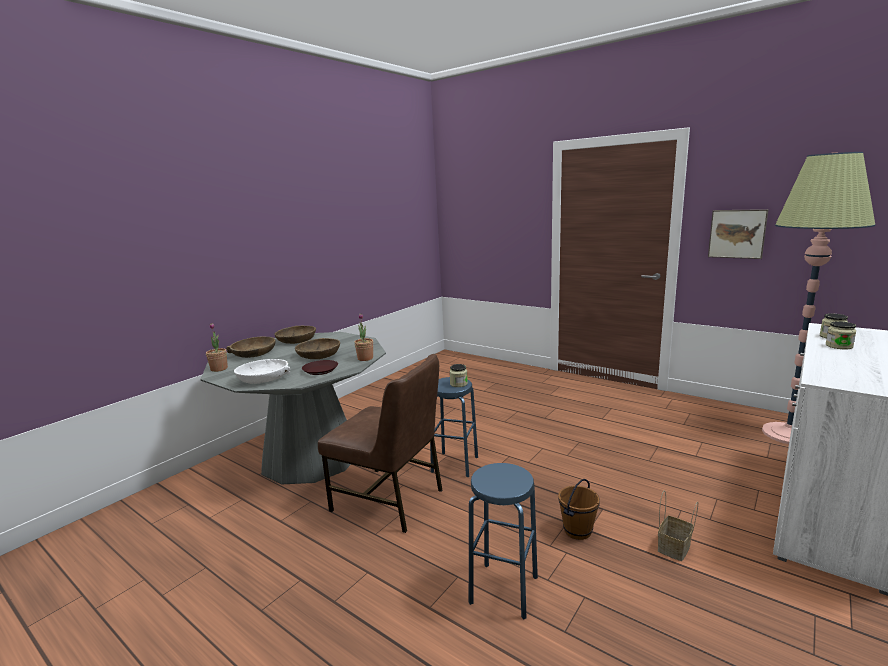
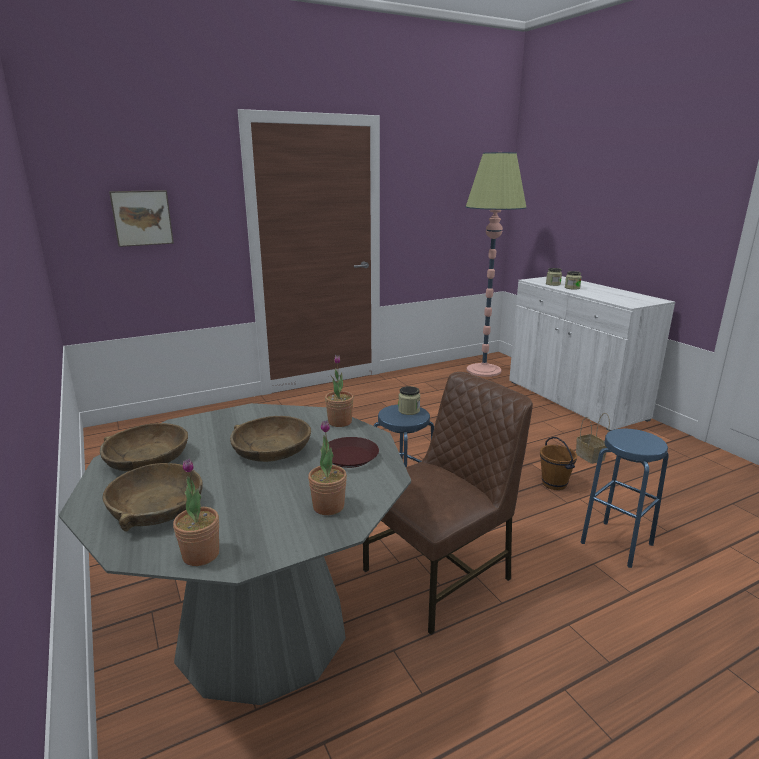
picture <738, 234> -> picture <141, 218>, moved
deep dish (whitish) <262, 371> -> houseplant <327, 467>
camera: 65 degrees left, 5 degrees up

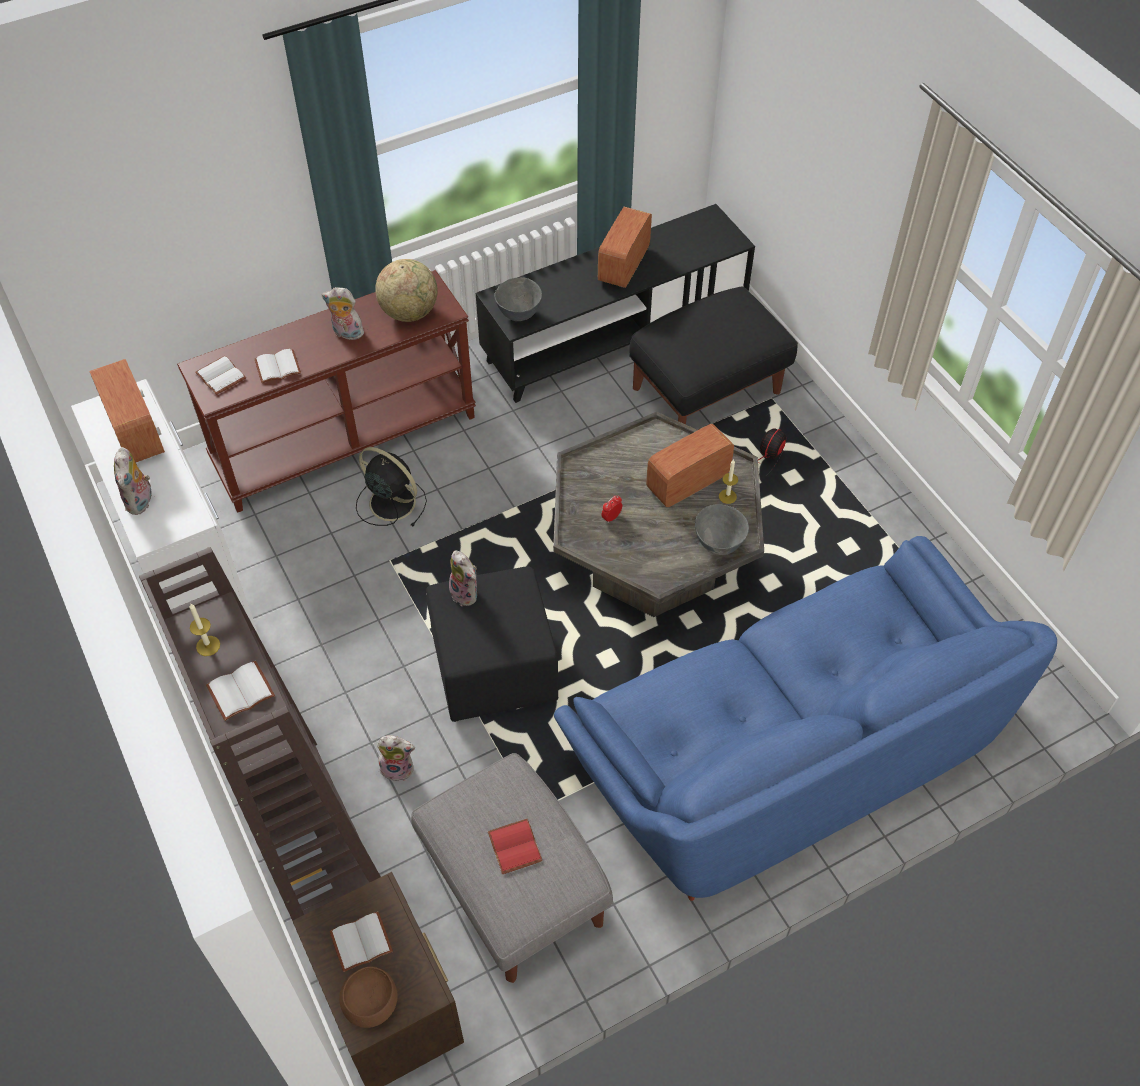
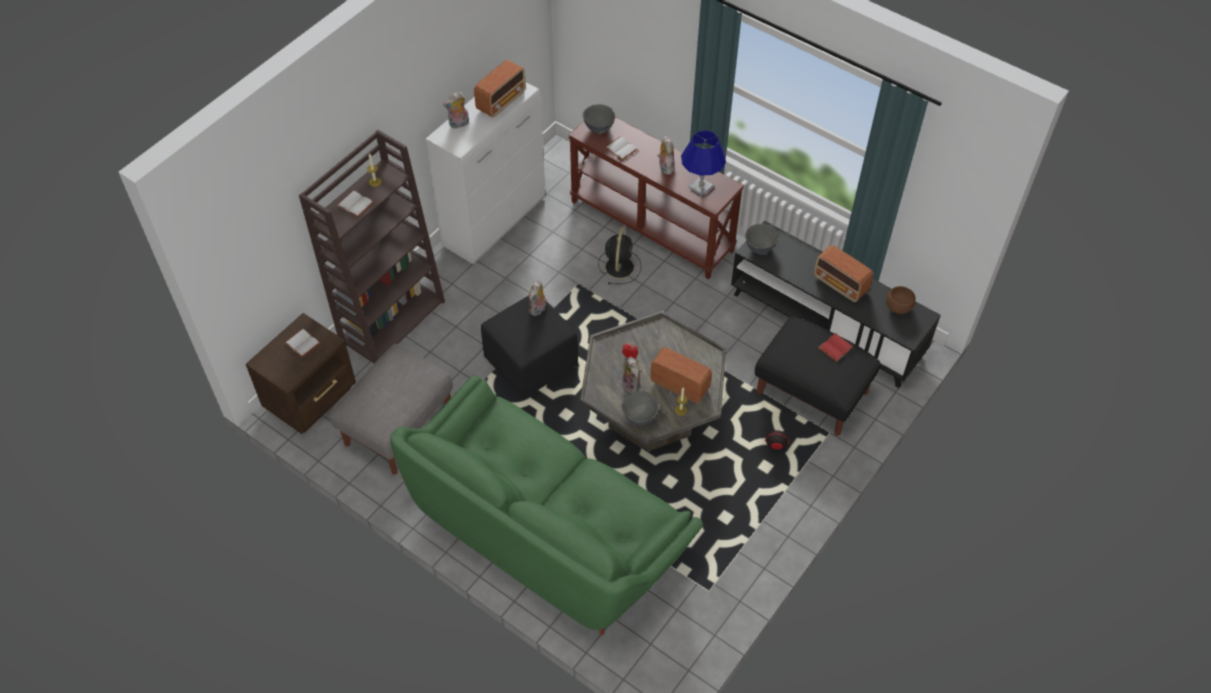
settee (bluish) <805, 718> -> settee (green) <546, 506>
book (whitish) <220, 375> -> deep dish (greyish) <599, 118>
plush toy <396, 758> -> plush toy <632, 374>, moved
globe <406, 290> -> lamp for a table (bluish) <703, 163>
radio receiver <625, 247> -> radio receiver <843, 273>, 135 degrees counterclockwise
book (red) <515, 846> -> book (red) <835, 347>, moved
deep dish (brownish) <368, 997> -> deep dish (brownish) <901, 300>, moved
camera: 65 degrees right, 0 degrees up

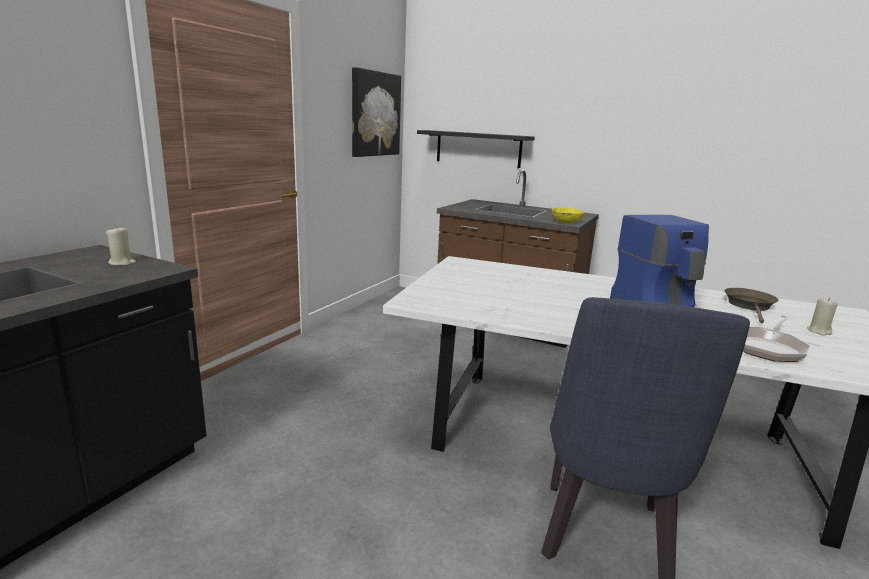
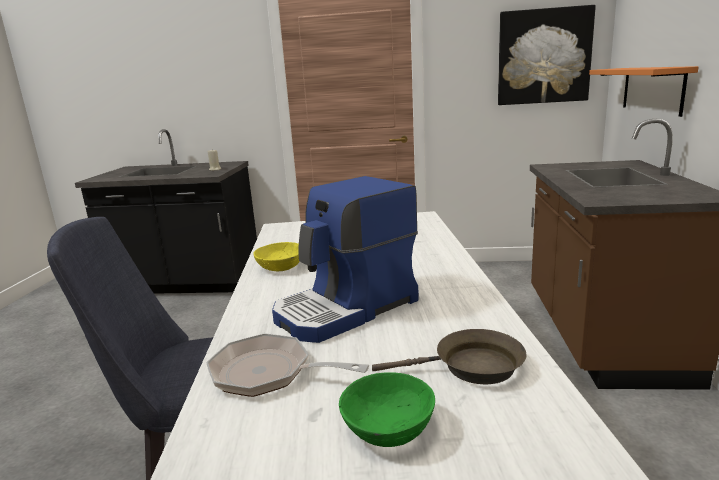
deep dish (yellowish) <568, 215> -> deep dish (yellowish) <276, 256>, moved
candle (beige-coloured) <822, 317> -> deep dish (green) <387, 409>
bracket shelf (black) <476, 149> -> bracket shelf (orangey) <644, 91>
camera: 70 degrees right, 0 degrees up

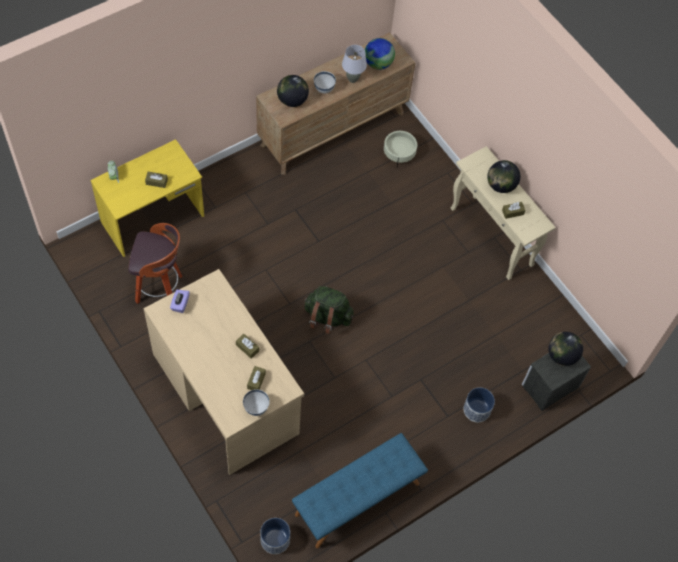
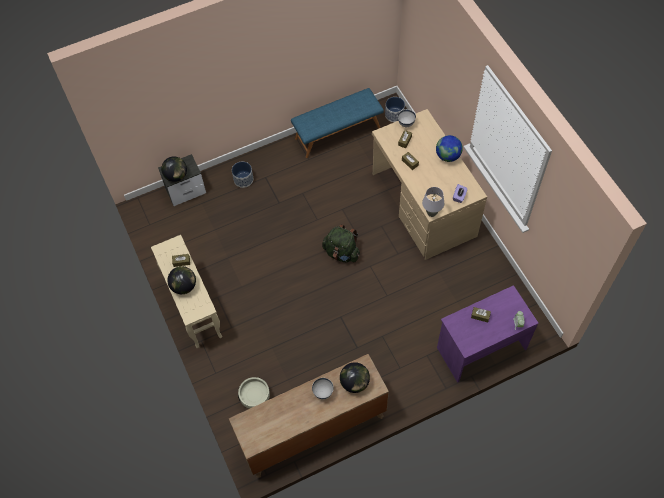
lamp for a table (greyish) <354, 64> -> lamp for a table (greyish) <433, 202>, moved
globe <380, 54> -> globe <449, 148>, moved
desk unit (yellowish) <147, 198> -> desk unit (purple) <487, 334>
sitting stool <155, 263> -> none
camera: 165 degrees left, 0 degrees up

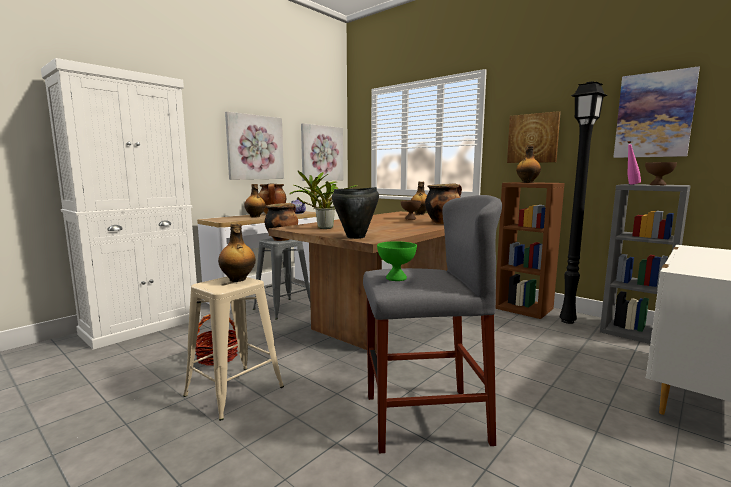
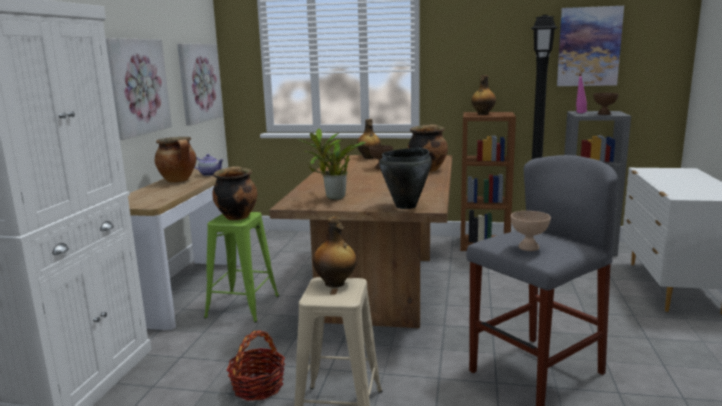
sitting stool (greyish) <281, 279> -> sitting stool (green) <241, 267>
deep dish (green) <397, 261> -> deep dish (beige-coloured) <531, 231>
beverage bottle <255, 201> -> none
picture <534, 137> -> none
camera: 30 degrees left, 5 degrees up

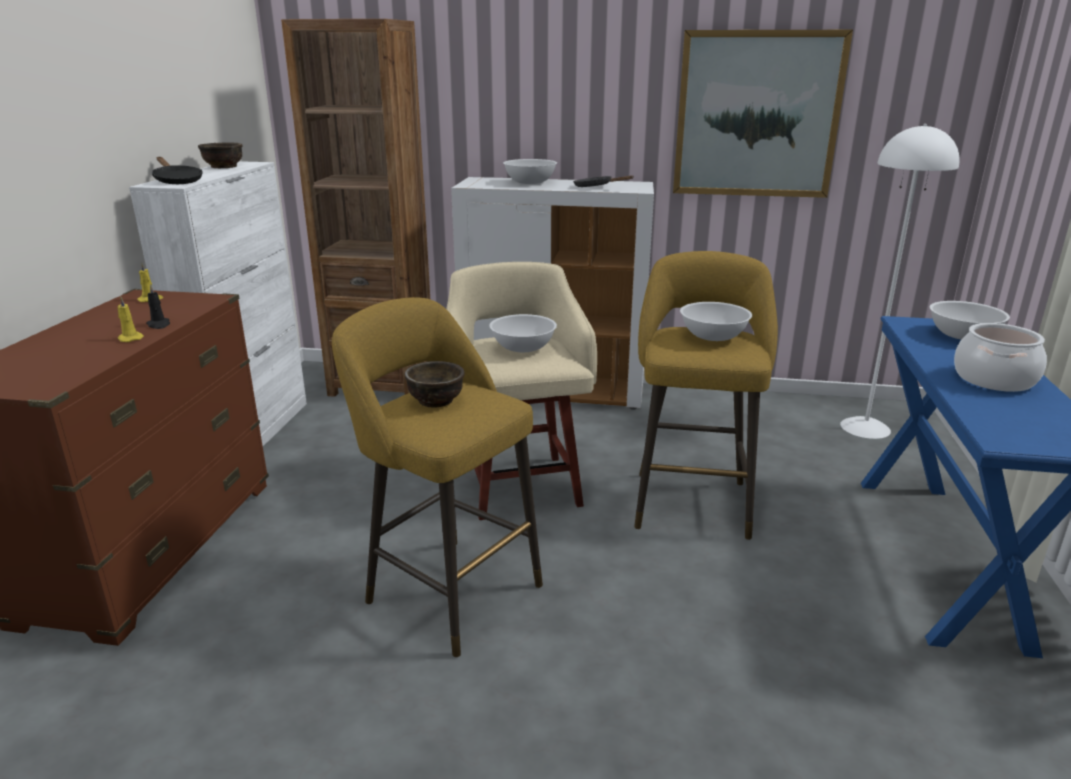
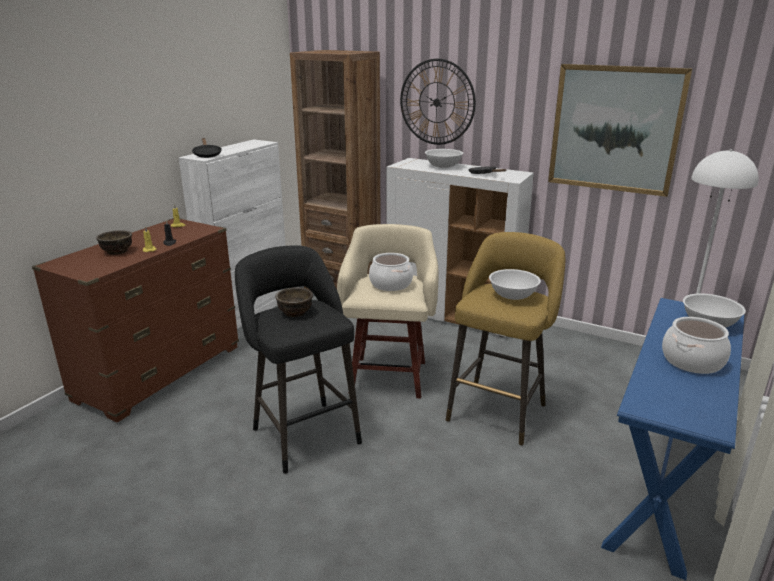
deep dish (brownish) <220, 155> -> deep dish (brownish) <114, 242>, moved
sitting stool (yellowish) <437, 477> -> sitting stool (black) <298, 359>
deep dish (whitish) <523, 333> -> stockpot <391, 272>
none -> clock on the wall <438, 102>
camera: 20 degrees right, 0 degrees up

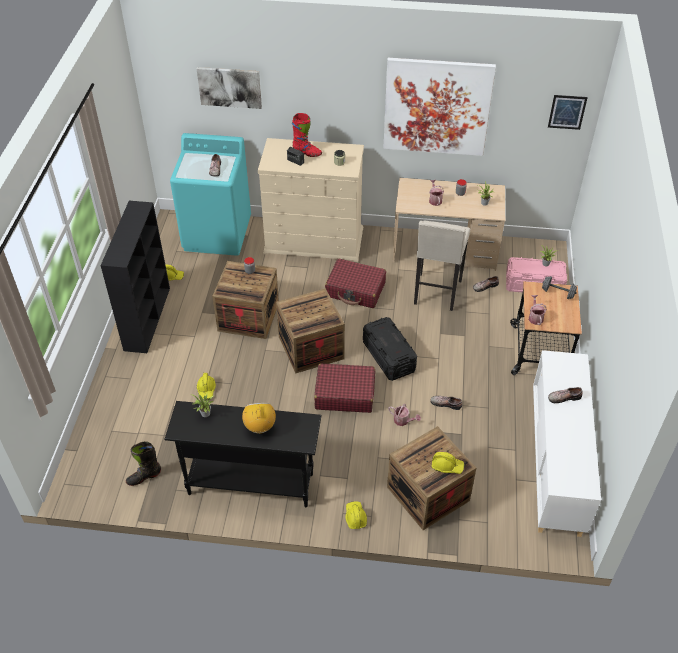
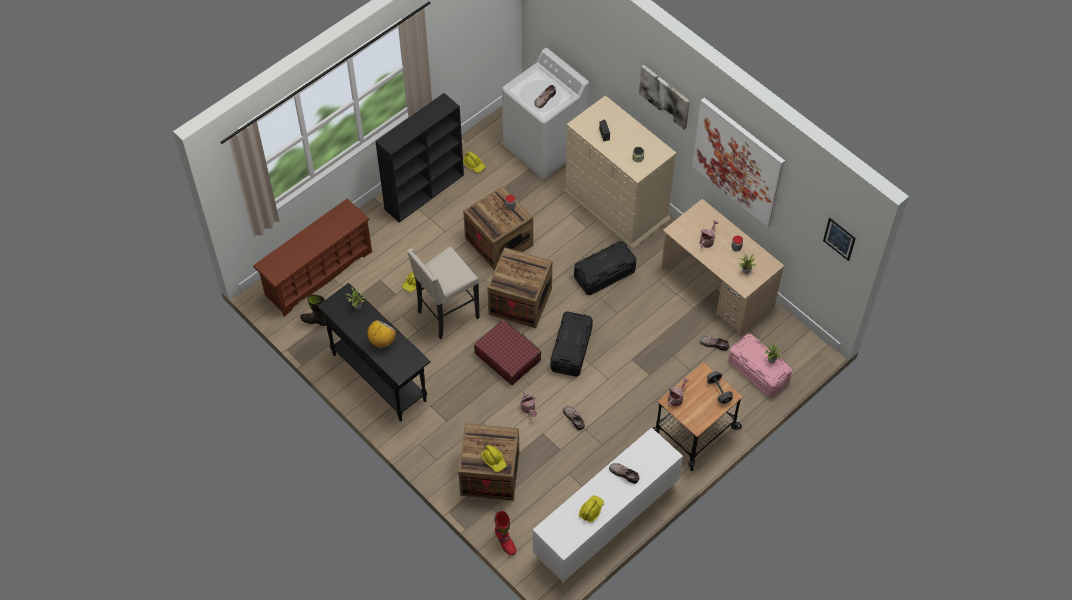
none -> shoe rack (brownish) <312, 258>
sitting stool (beige-coloured) <442, 266> -> sitting stool (beige-coloured) <443, 292>, moved
tall boot (red) <307, 135> -> tall boot (red) <505, 533>, moved
laundry machine (turquoise) <210, 194> -> laundry machine (whitish) <545, 113>
piece of luggage (red) <355, 283> -> storage bin (black) <605, 268>
hard hat (yellowish) <356, 515> -> hard hat (yellowish) <591, 509>, moved
picture <229, 88> -> picture <664, 97>, moved
camera: 40 degrees right, 10 degrees up

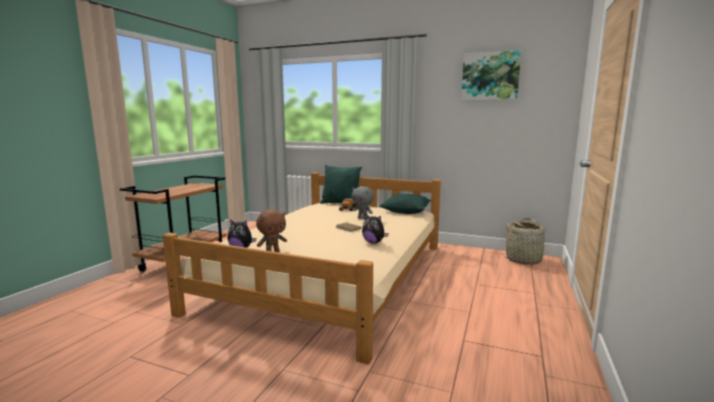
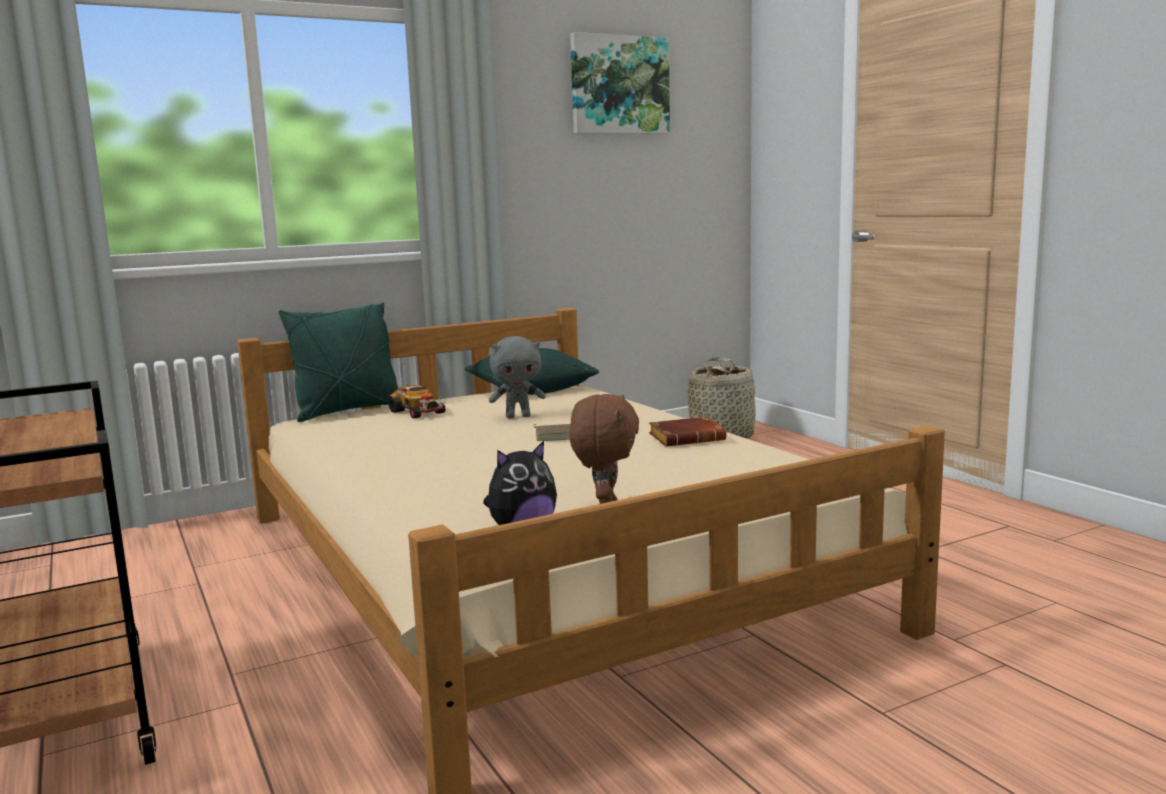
plush toy <375, 228> -> book (brownish) <687, 432>
camera: 50 degrees left, 0 degrees up

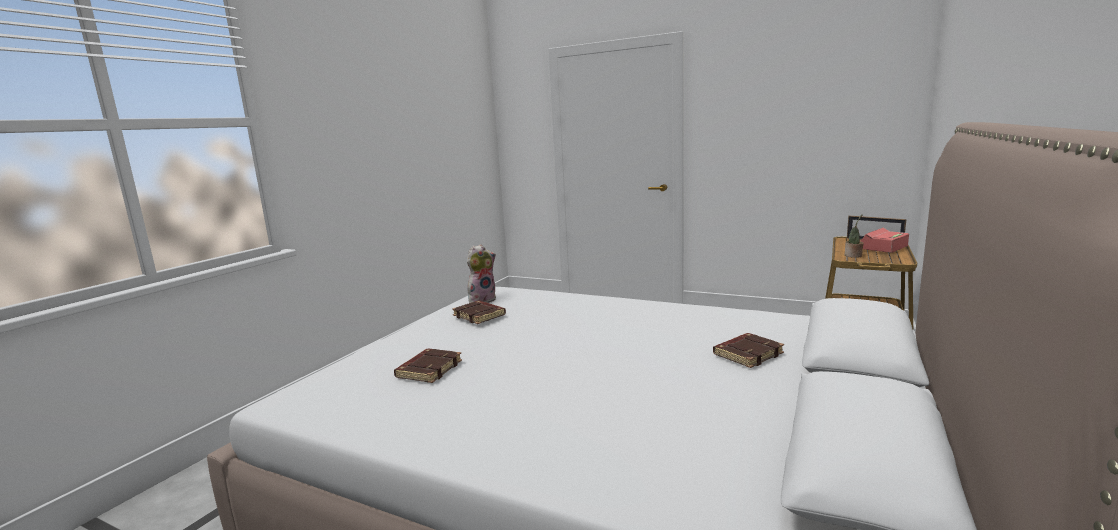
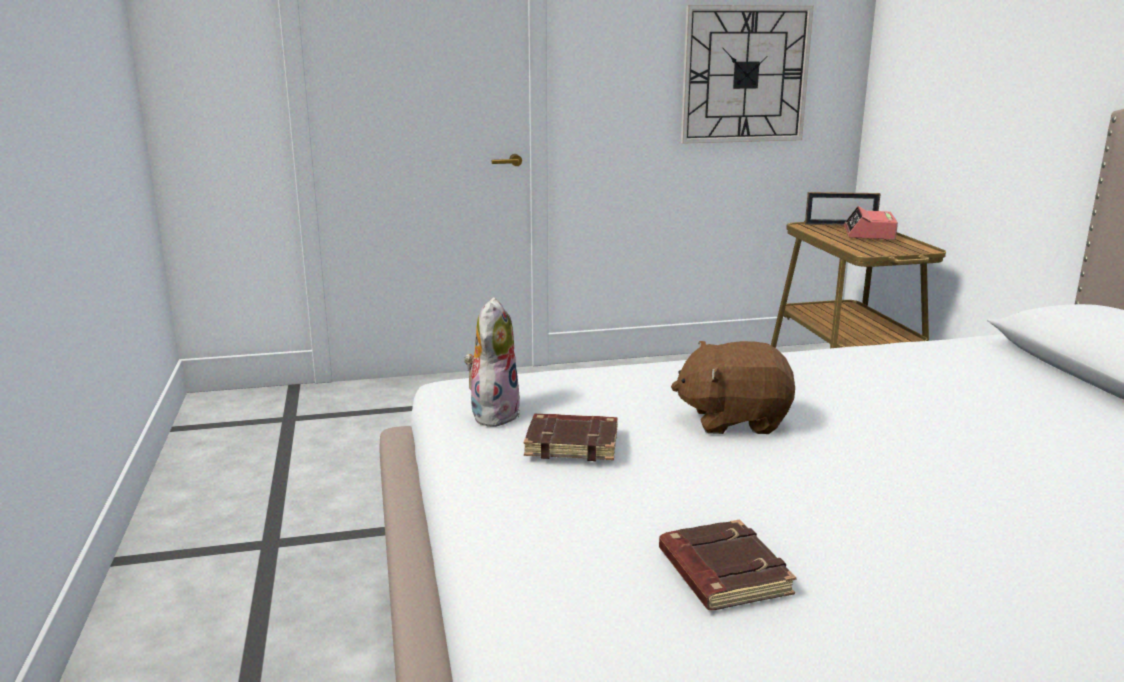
none -> plush toy (brownish) <733, 387>
none -> clock on the wall <747, 74>
book (brownish) <748, 350> -> none
houseplant <854, 236> -> none
camera: 40 degrees left, 5 degrees up

